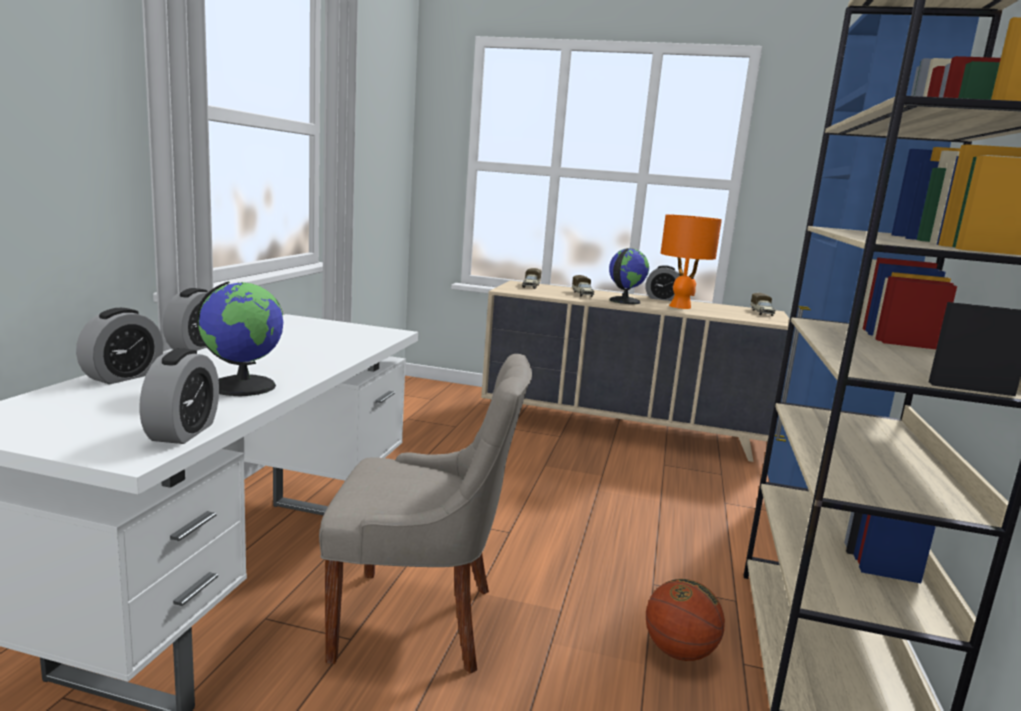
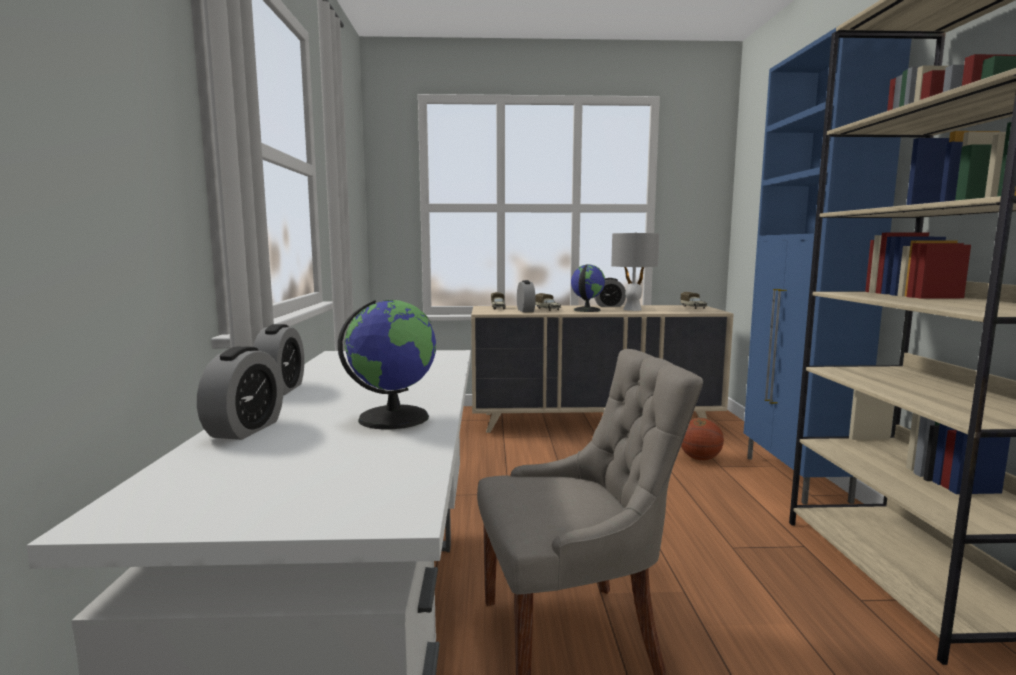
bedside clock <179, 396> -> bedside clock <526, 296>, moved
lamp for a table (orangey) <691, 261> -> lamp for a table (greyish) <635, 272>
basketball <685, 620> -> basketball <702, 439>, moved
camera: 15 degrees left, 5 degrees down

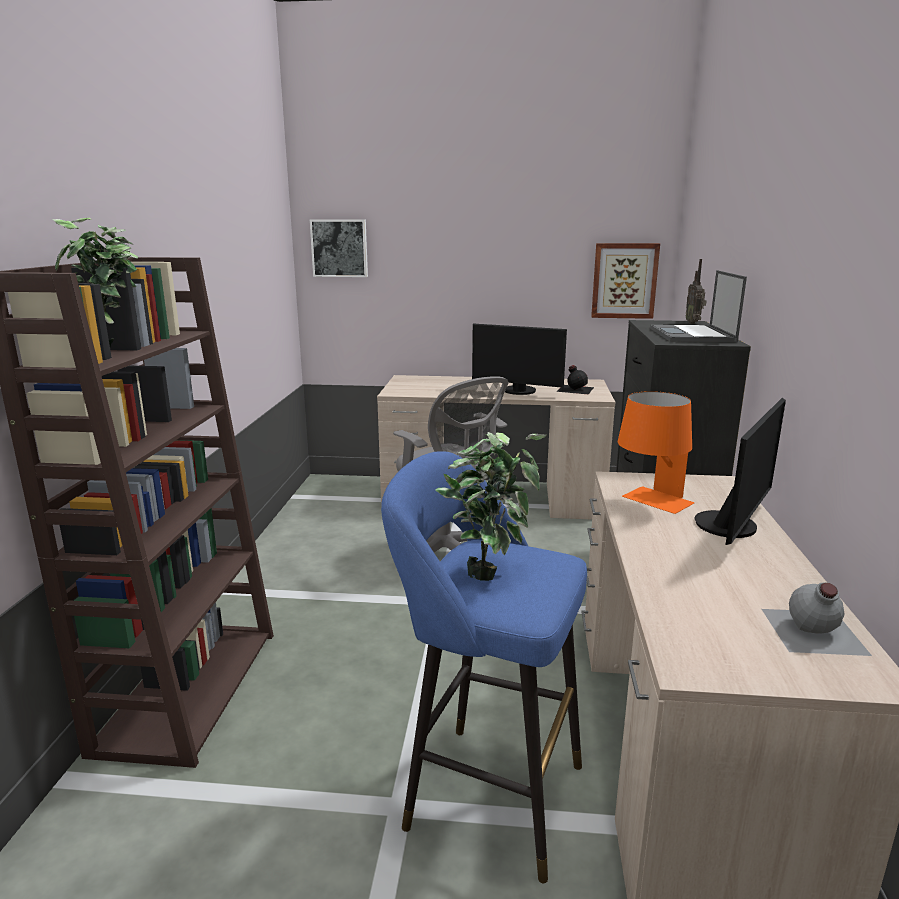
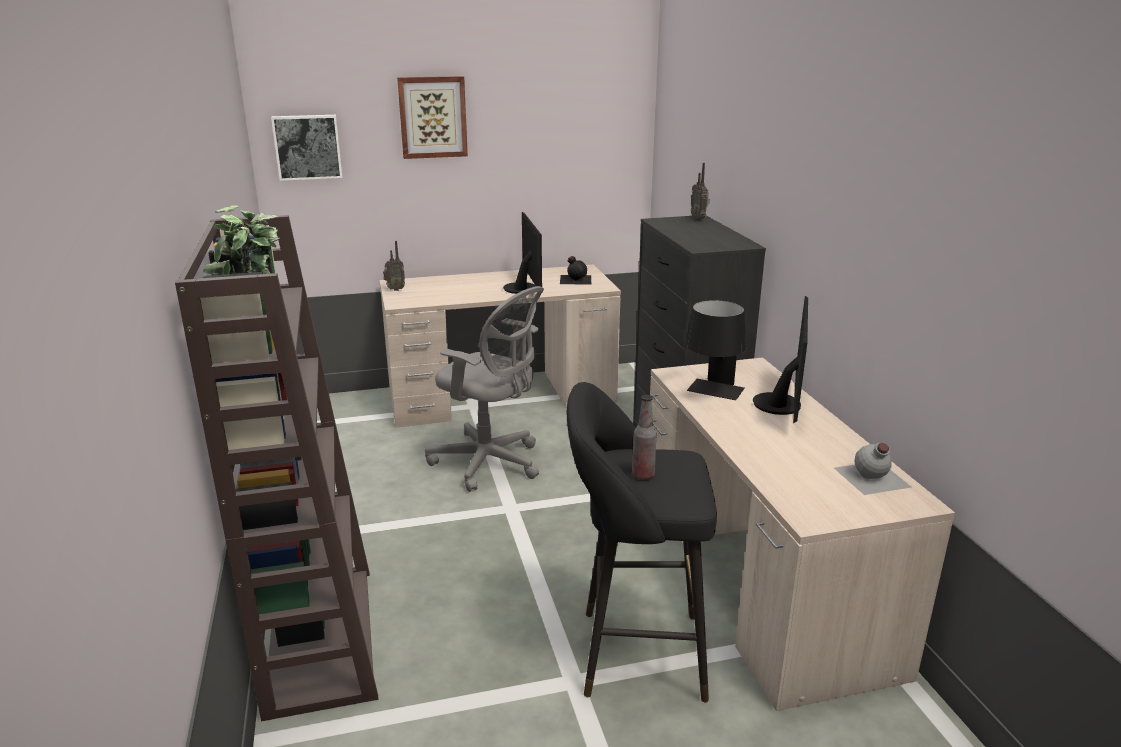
none -> radio receiver <394, 266>
picture <625, 281> -> picture <432, 117>, moved
monitor <519, 359> -> monitor <522, 253>, 105 degrees counterclockwise
sitting stool (bluish) <484, 667> -> sitting stool (black) <642, 542>
houseplant <490, 506> -> beverage bottle <644, 437>
lamp for a table (orangey) <656, 452> -> lamp for a table (black) <715, 350>
laptop <698, 306> -> none
camera: 20 degrees left, 5 degrees up

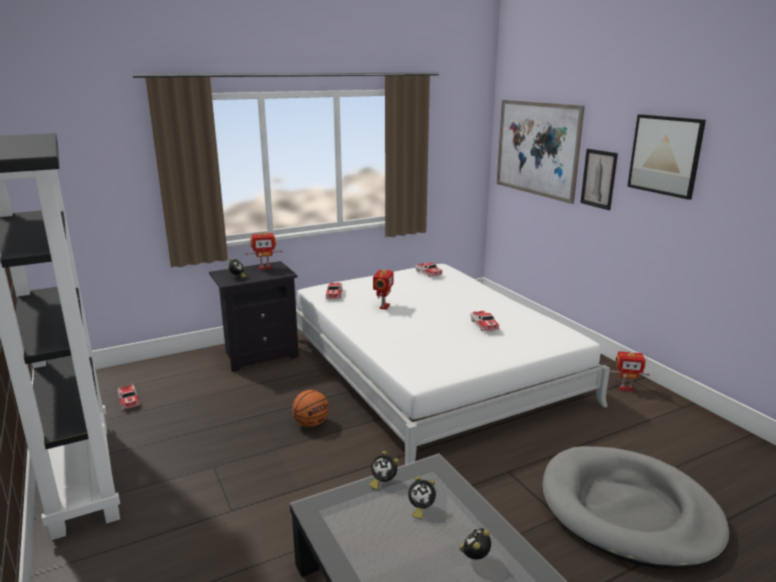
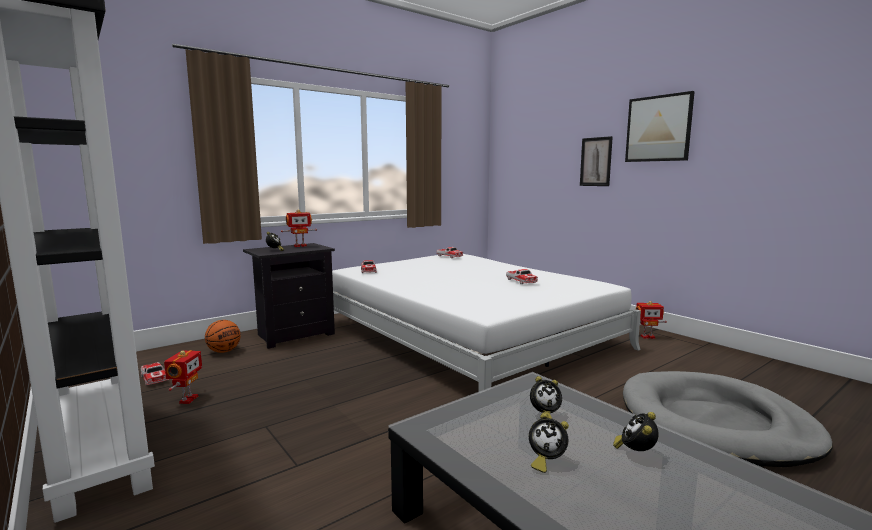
model robot <383, 290> -> model robot <183, 377>, moved
basketball <310, 408> -> basketball <223, 336>, moved
bedside clock <384, 470> -> bedside clock <549, 443>, moved
picture <541, 152> -> none
camera: 10 degrees left, 10 degrees down

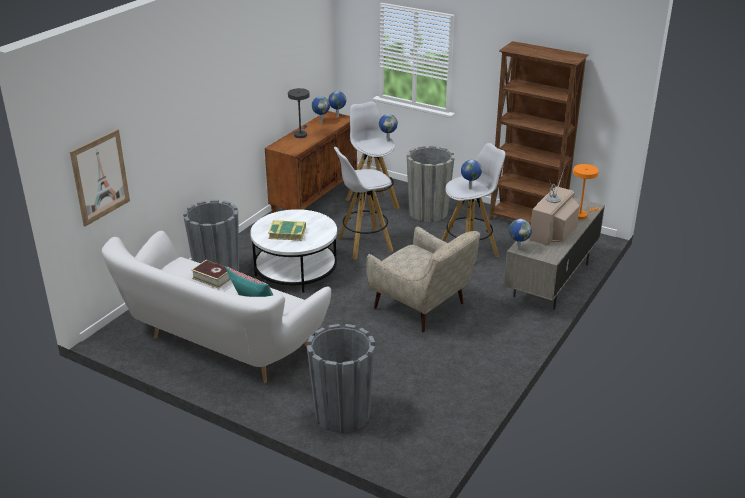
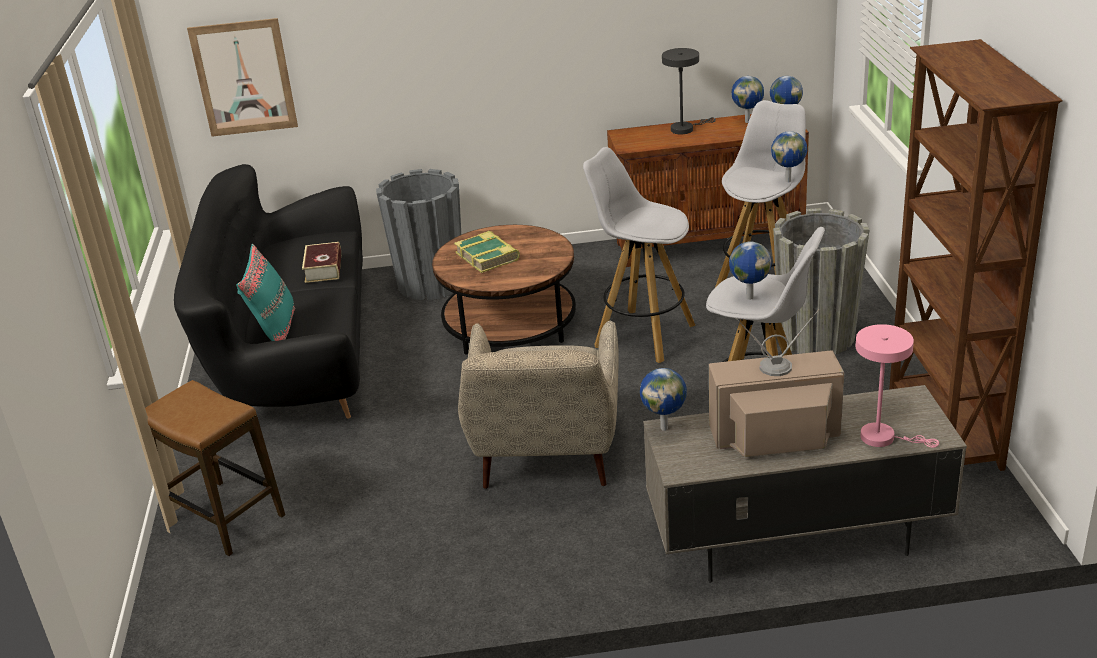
plant pot (greyish) <341, 378> -> sitting stool <215, 468>
settee (whitish) <216, 307> -> settee (black) <268, 291>
lounge table (whitish) <293, 251> -> lounge table (brownish) <504, 290>
lamp for a table (orangey) <586, 192> -> lamp for a table (pink-coloured) <897, 386>
camera: 55 degrees right, 0 degrees up

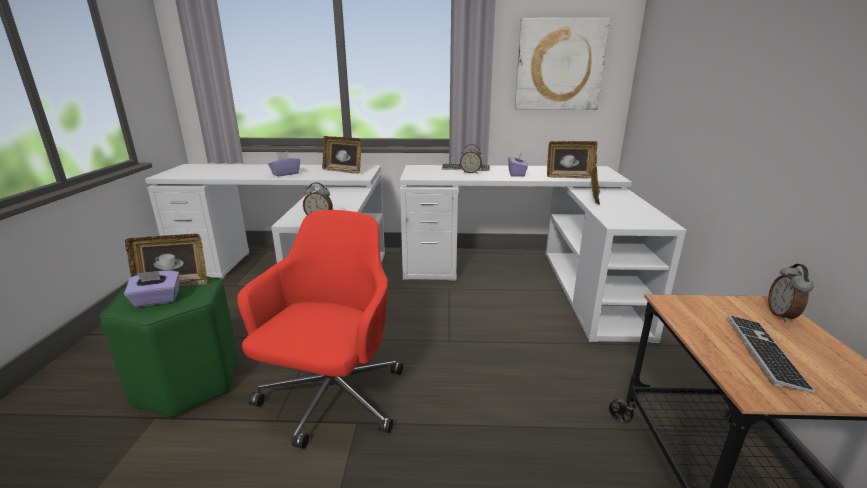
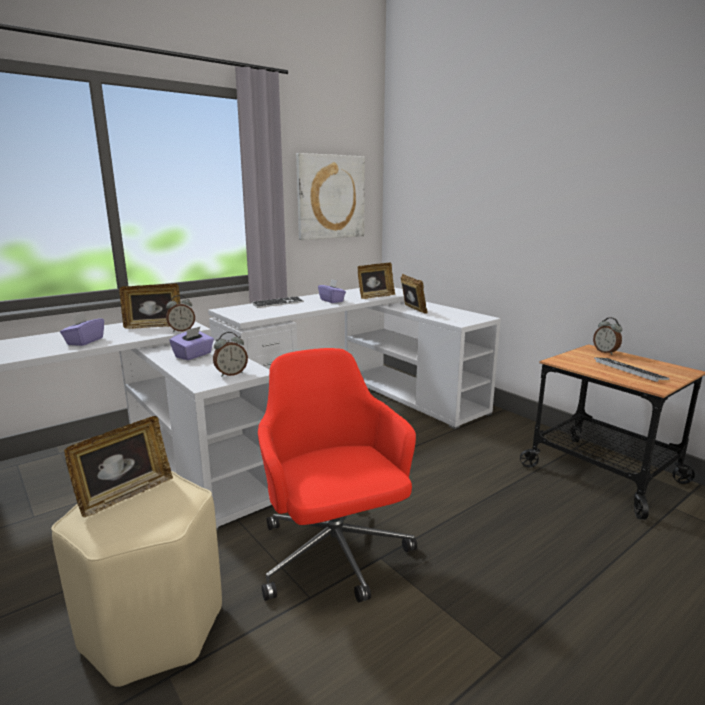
sitting stool (green) <168, 347> -> sitting stool (beige-coloured) <136, 579>
bedside clock <471, 158> -> bedside clock <180, 313>, moved
tissue holder (purple) <152, 289> -> tissue holder (purple) <191, 343>, moved
camera: 40 degrees left, 5 degrees down

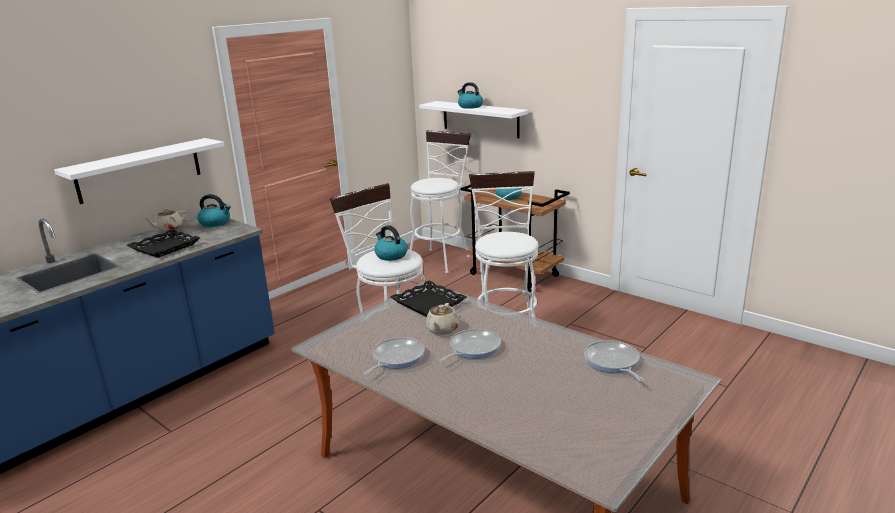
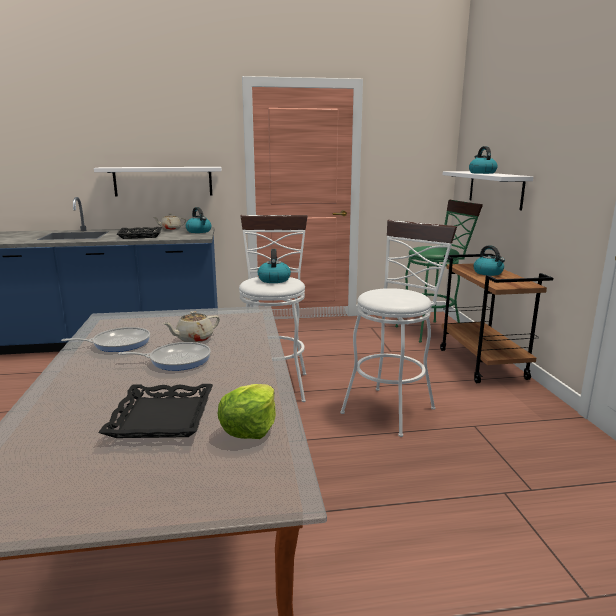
serving tray (black) <428, 299> -> serving tray (black) <155, 411>, moved
skillet <613, 361> -> head of lettuce <247, 411>
sitting stool (whitish) <440, 202> -> sitting stool (green) <439, 271>
camera: 40 degrees right, 5 degrees down

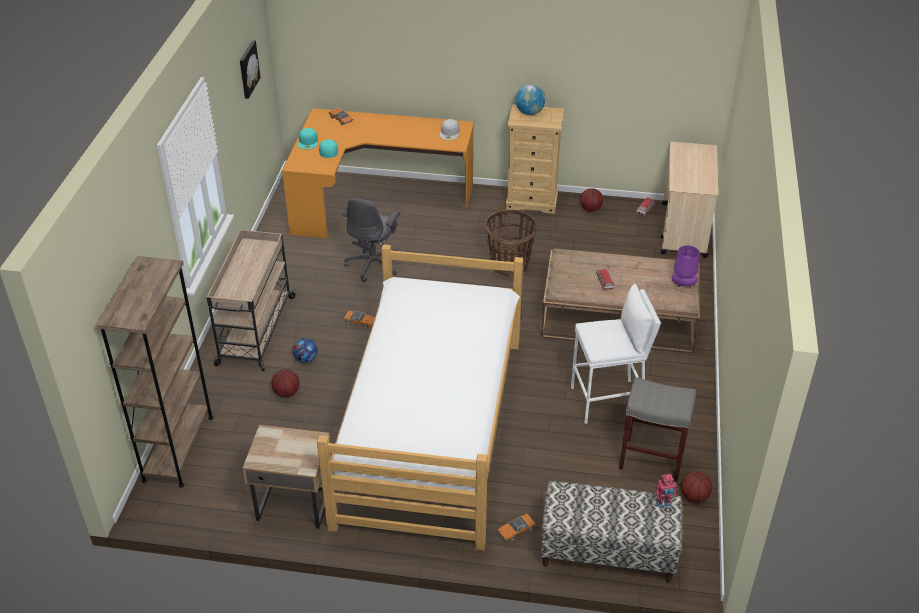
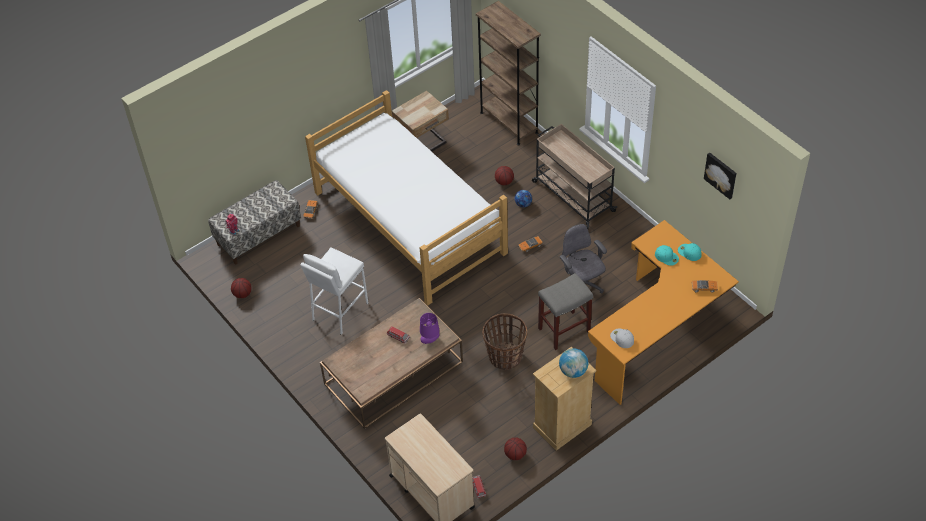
lamp for a table (purple) <685, 266> -> lamp for a table (purple) <430, 328>, moved
sitting stool (greyish) <658, 429> -> sitting stool (greyish) <565, 311>, moved
camera: 135 degrees right, 10 degrees up

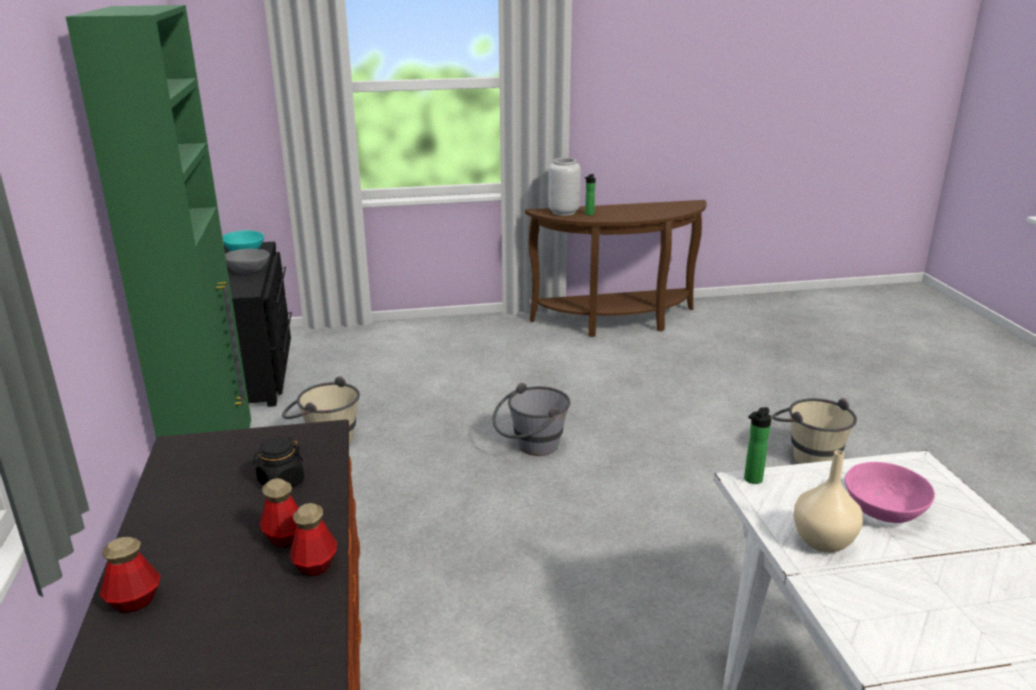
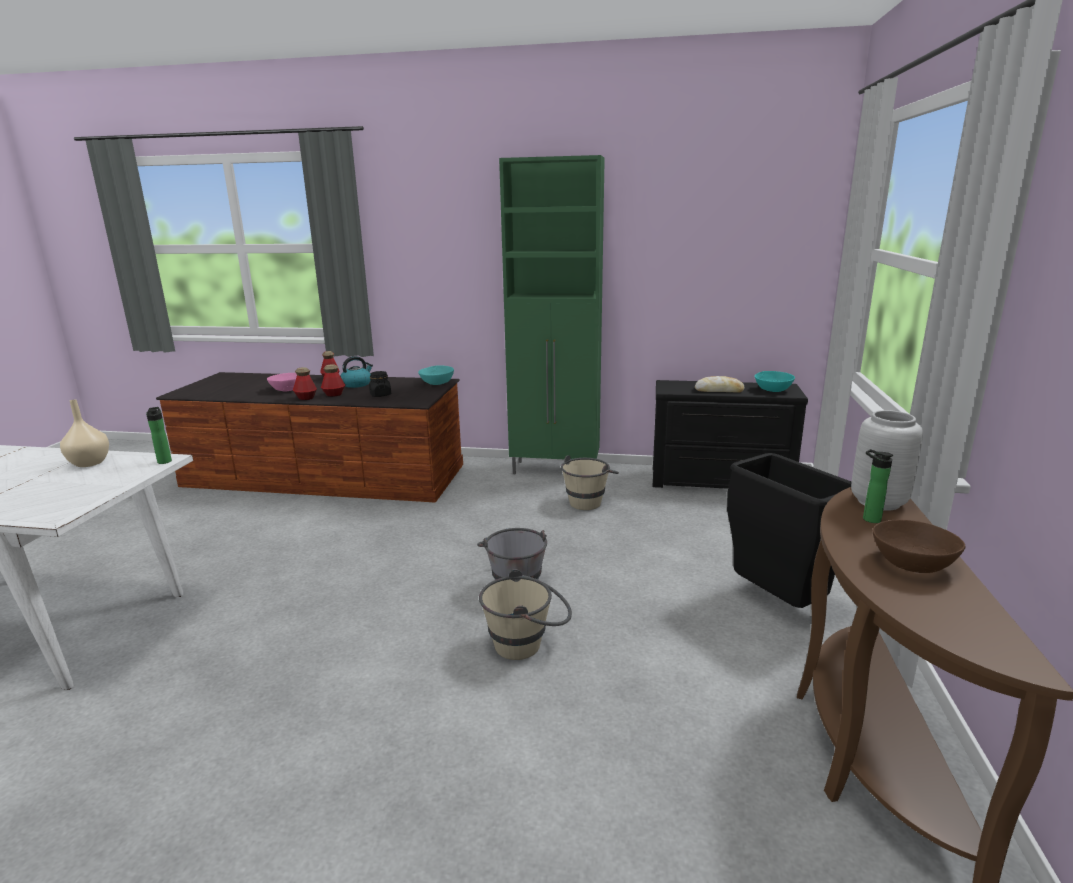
deep dish (pink-coloured) <890, 492> -> deep dish (pink-coloured) <282, 382>, moved
none -> tea kettle <356, 372>
none -> deep dish (turquoise) <436, 375>
pail (beige-coloured) <814, 431> -> pail (beige-coloured) <525, 614>, moved
deep dish (greyish) <247, 261> -> bakery bread <720, 384>
none -> waste bin (black) <789, 530>
none -> deep dish (brownish) <919, 546>
camera: 110 degrees right, 5 degrees down

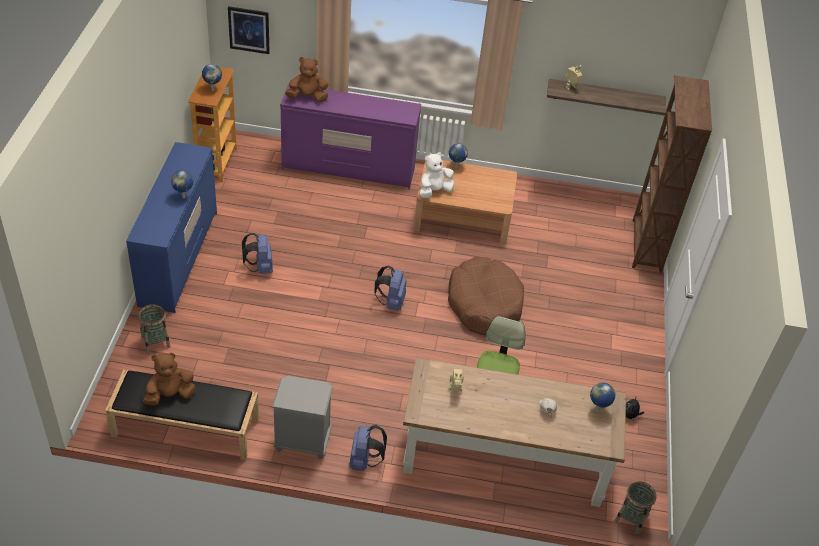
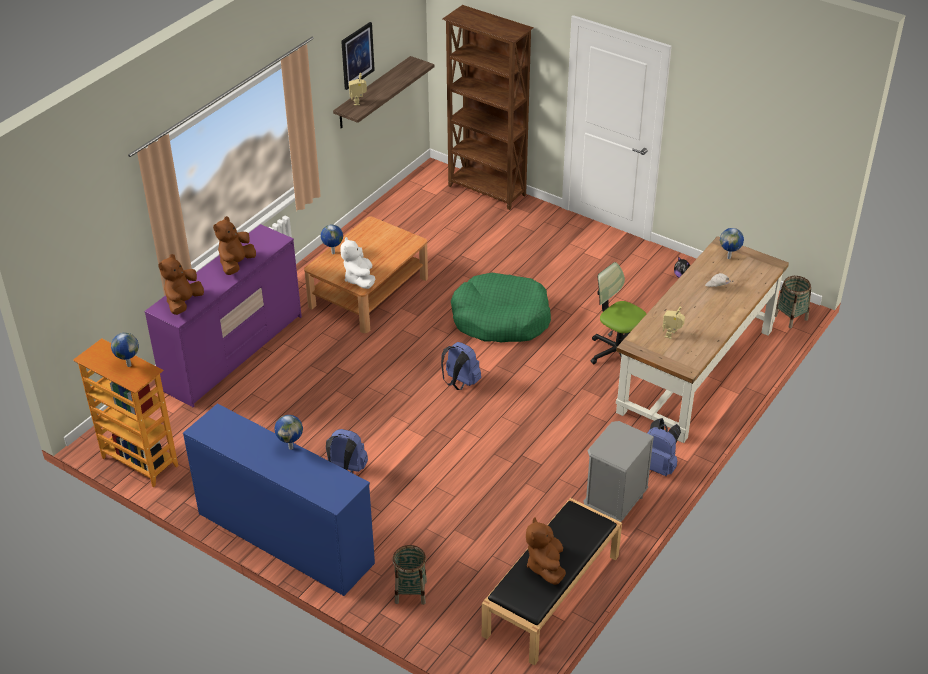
none -> plush toy (brownish) <234, 245>
picture <249, 30> -> picture <358, 56>, moved
dog cushion (brownish) <486, 296> -> dog cushion (green) <501, 307>
camera: 60 degrees left, 5 degrees down

